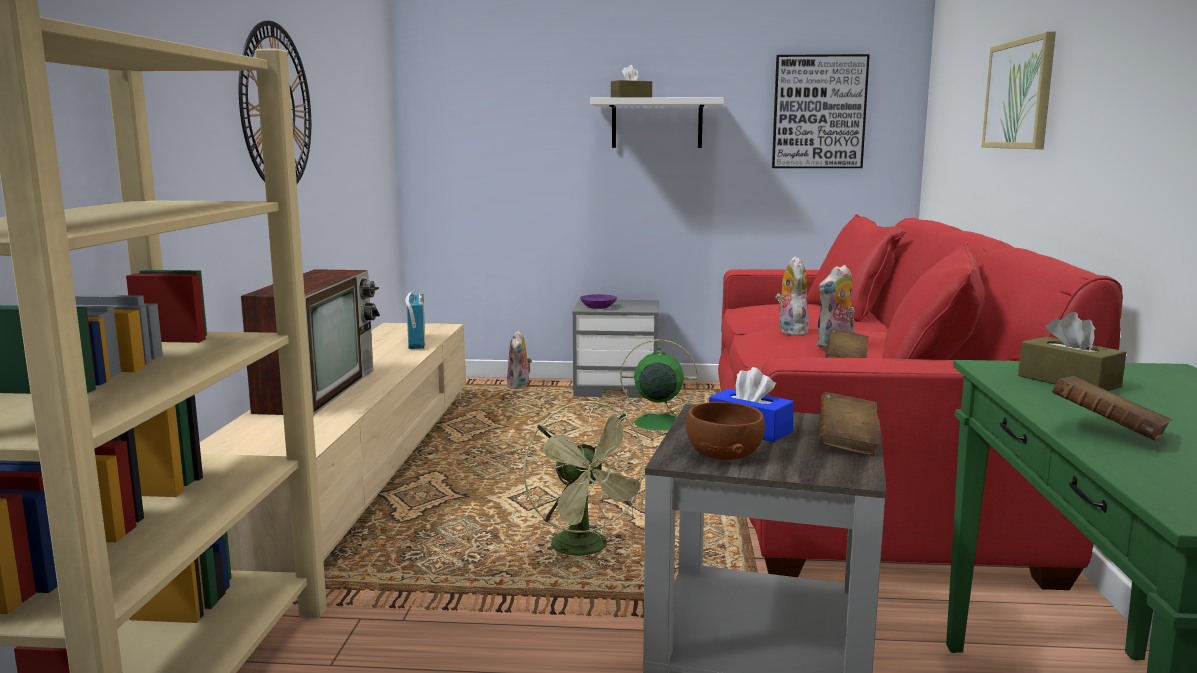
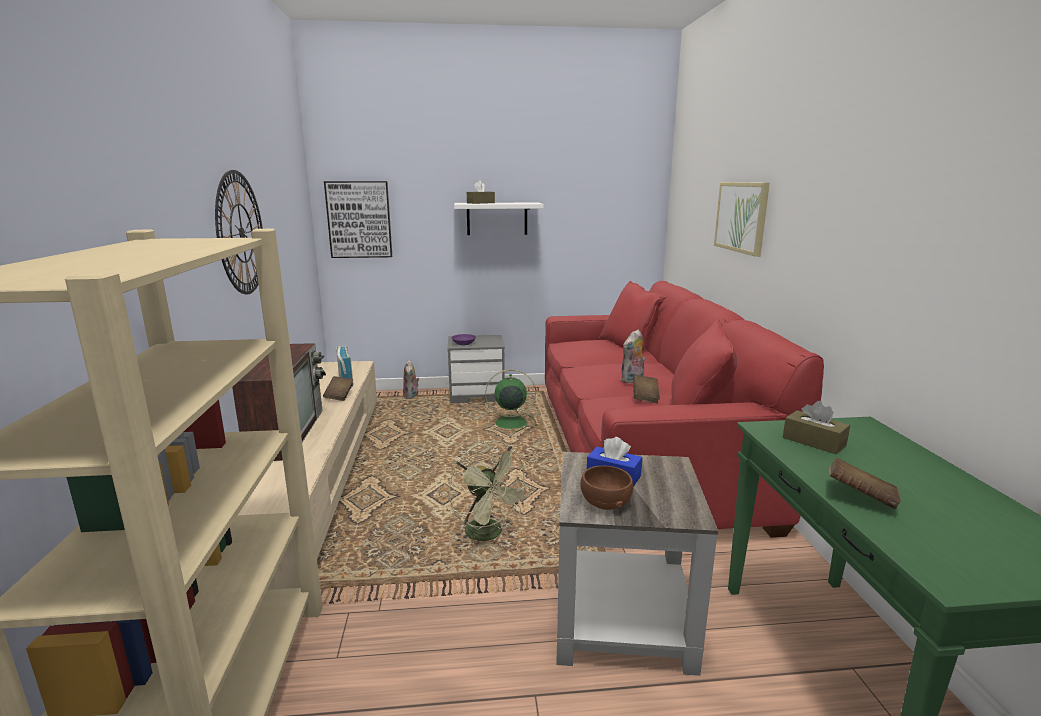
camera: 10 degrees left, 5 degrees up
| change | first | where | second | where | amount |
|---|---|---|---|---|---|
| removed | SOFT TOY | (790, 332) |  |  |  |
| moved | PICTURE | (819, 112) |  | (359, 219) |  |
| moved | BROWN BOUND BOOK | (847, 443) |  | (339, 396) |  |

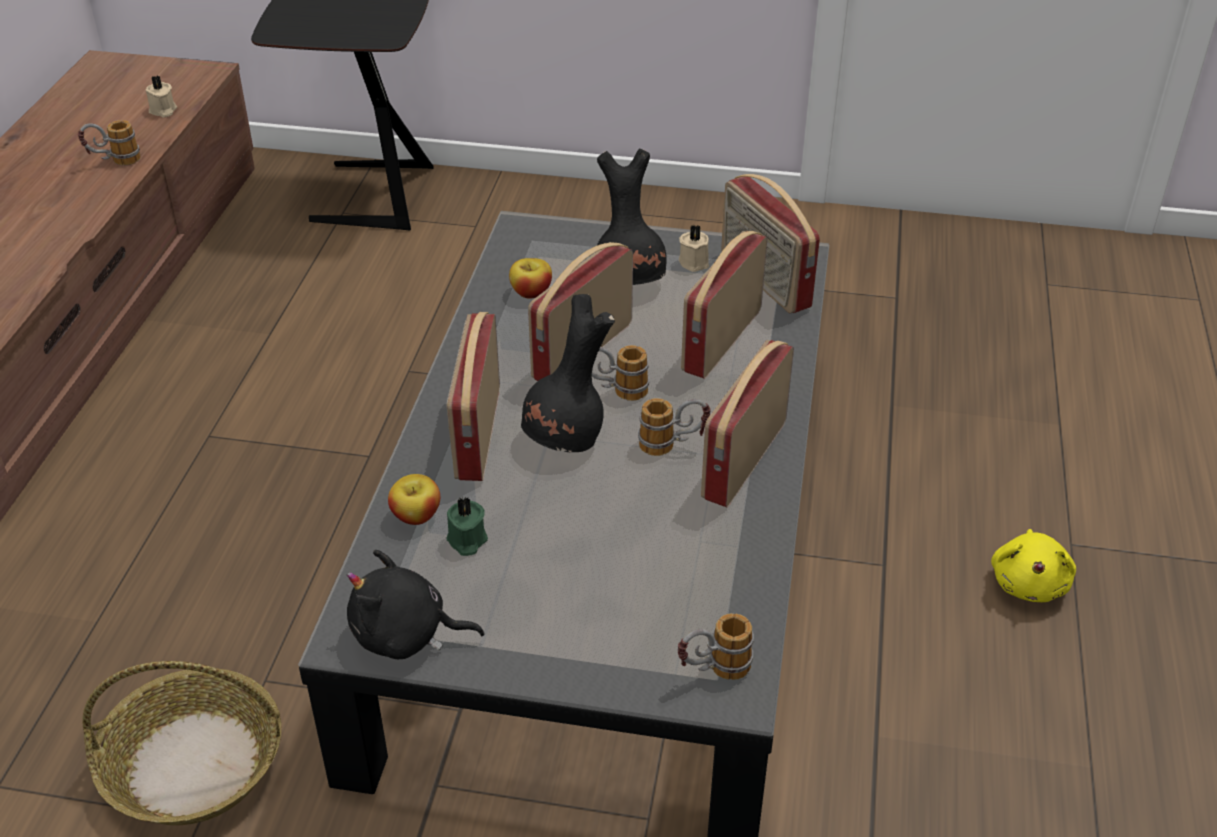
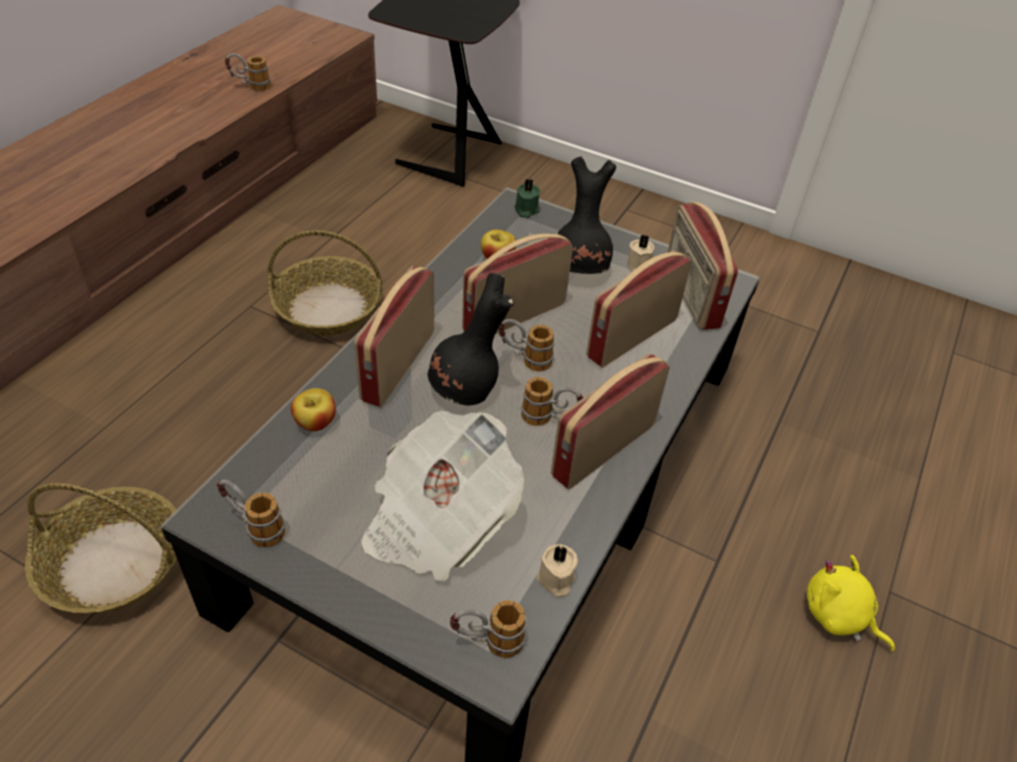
camera: 15 degrees right, 5 degrees up
| change | first | where | second | where | amount |
|---|---|---|---|---|---|
| added |  |  | STORAGE BASKET | (329, 307) |  |
| added |  |  | DAILY PAPER | (438, 519) |  |
| moved | BEIGE-COLOURED CANDLE | (163, 111) |  | (555, 580) |  |
| moved | GREENISH CANDLE | (466, 541) |  | (525, 210) |  |
| replaced | BLACKISH SOFT TOY | (406, 635) | COFFEE MUG | (254, 526) |  |
| turned | YELLOW SOFT TOY | (1029, 582) |  | (839, 616) | 105 degrees clockwise |

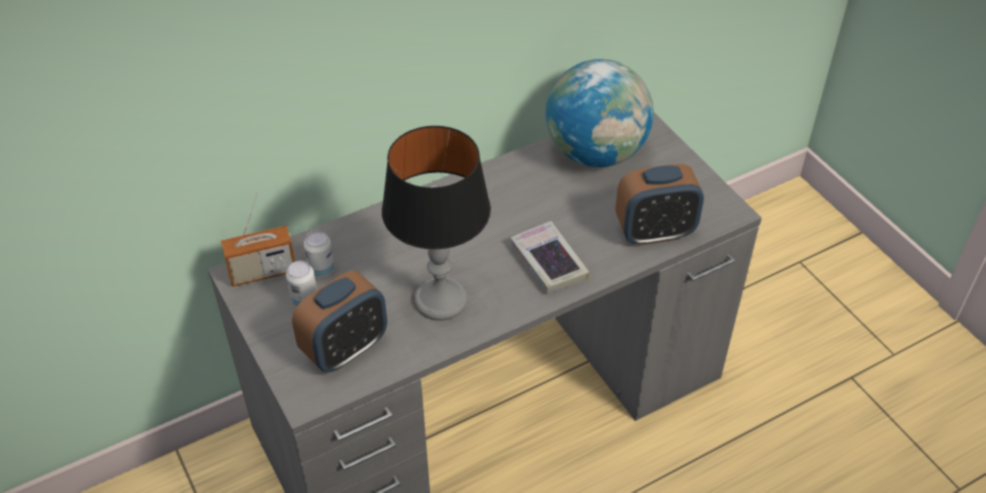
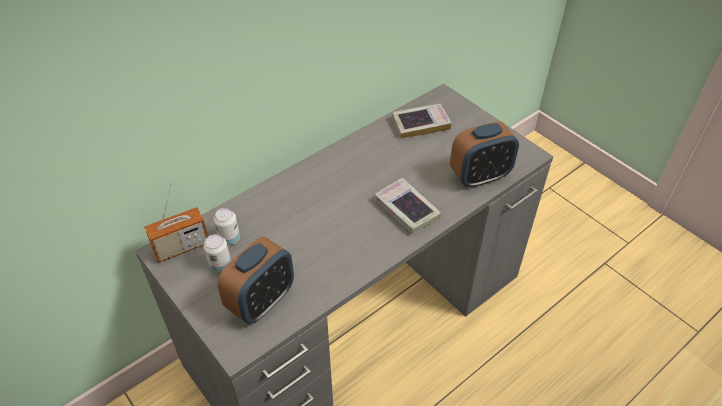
camera: 10 degrees left, 0 degrees up
| change | first | where | second | where | amount |
|---|---|---|---|---|---|
| removed | LAMP FOR A TABLE | (441, 300) |  |  |  |
| replaced | WORLD GLOBE | (596, 153) | BOUND BOOK | (420, 124) |  |

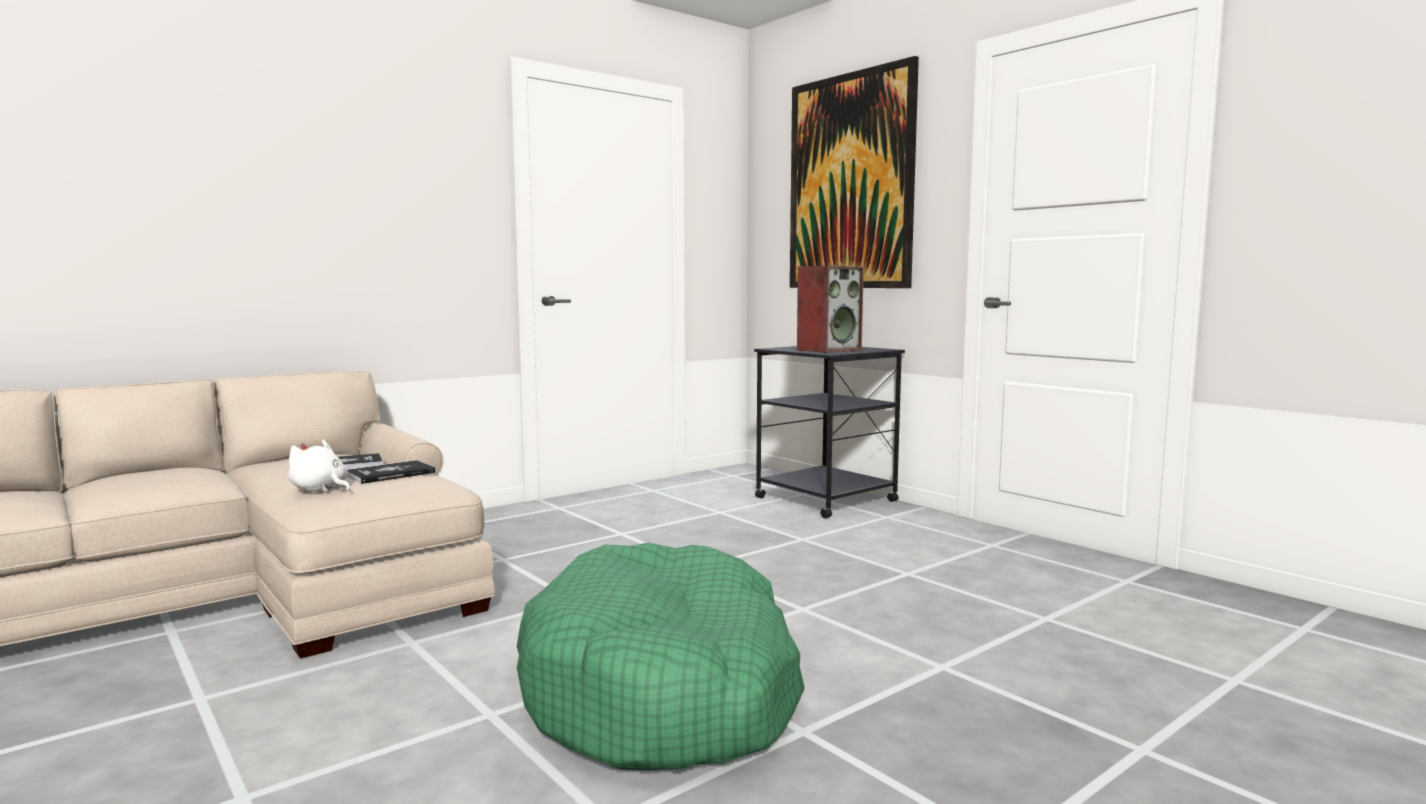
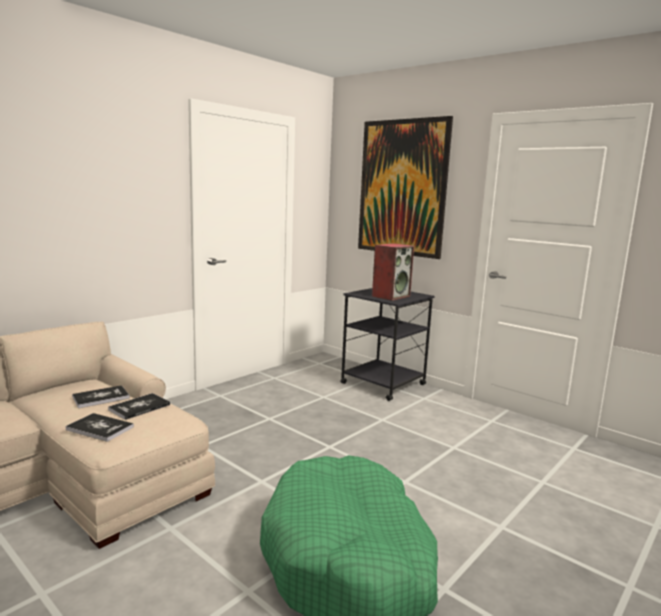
camera: 10 degrees left, 5 degrees up
| change | first | where | second | where | amount |
|---|---|---|---|---|---|
| replaced | WHITE SOFT TOY | (320, 490) | BOUND BOOK | (100, 428) |  |

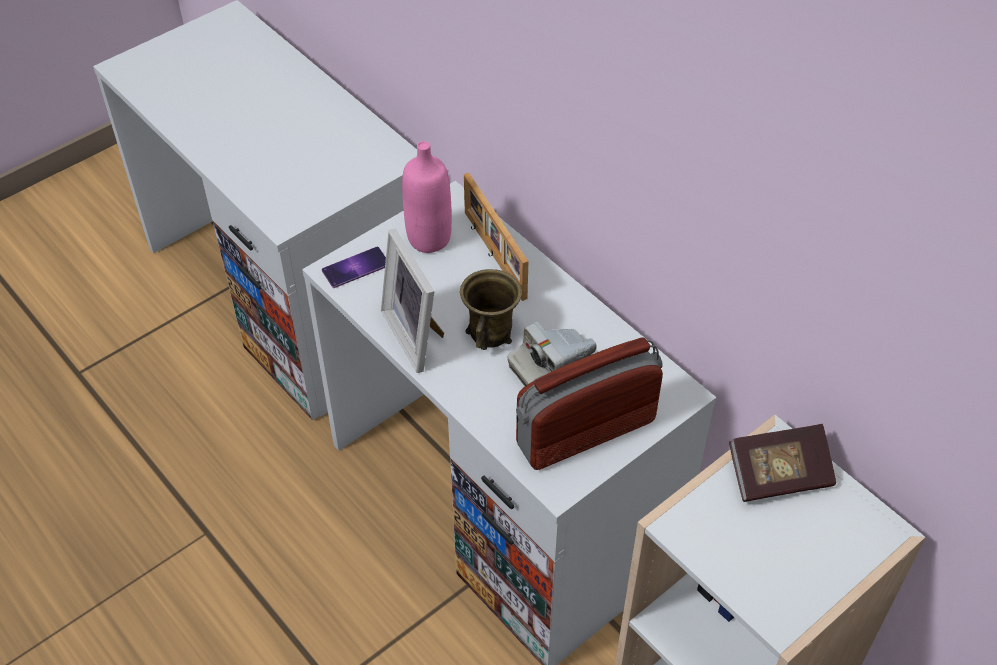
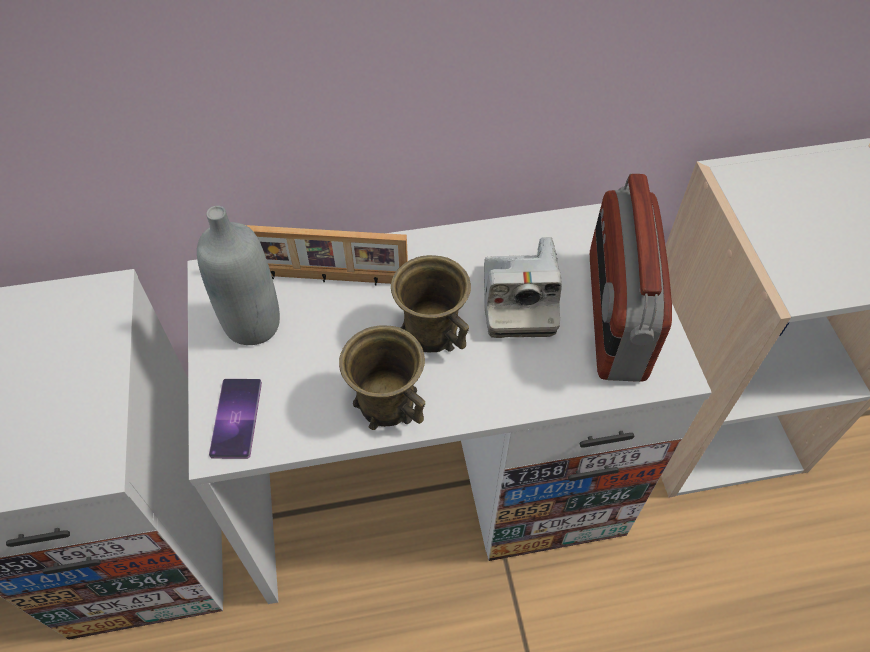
camera: 60 degrees left, 5 degrees up
| change | first | where | second | where | amount |
|---|---|---|---|---|---|
| removed | BOUND BOOK | (778, 475) |  |  |  |
| replaced | STANDING FRAME | (417, 335) | BROWN COFFEE MUG | (387, 402) |  |
| recoloured | PINK-COLOURED BEVERAGE BOTTLE | (429, 238) | GREY BEVERAGE BOTTLE | (253, 324) |  |

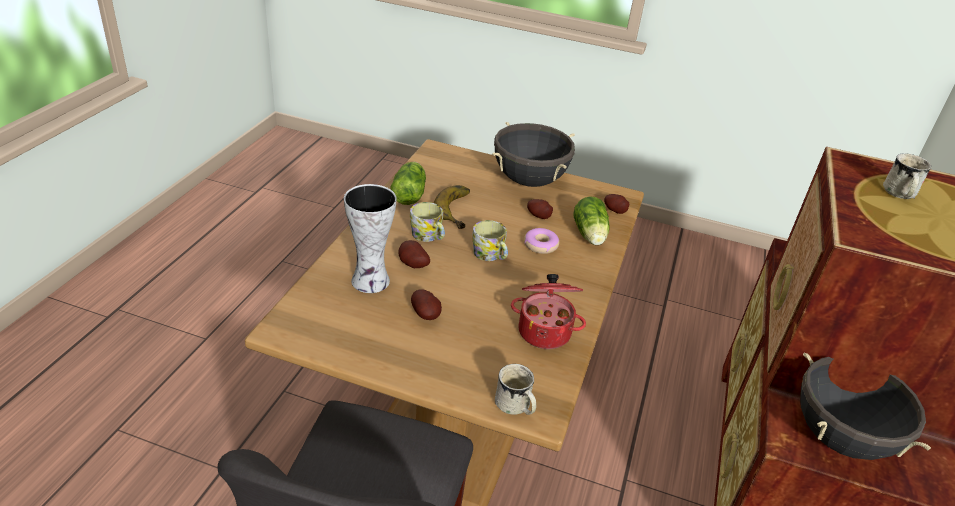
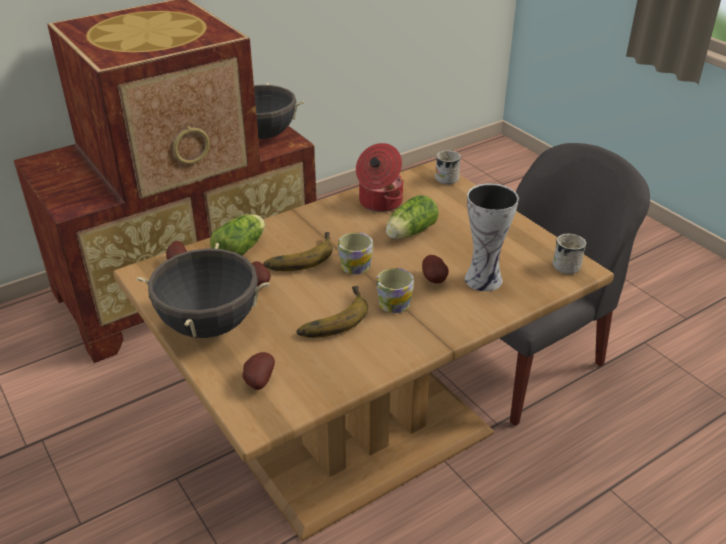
camera: 140 degrees left, 0 degrees up
| change | first | where | second | where | amount |
|---|---|---|---|---|---|
| moved | LETTUCE HEAD | (409, 193) |  | (409, 233) |  |
| moved | SPUD | (426, 315) |  | (258, 381) |  |
| moved | WHITE COFFEE MUG | (899, 194) |  | (570, 265) |  |
| replaced | DOUGHNUT | (541, 245) | BANANA FRUIT | (298, 256) |  |

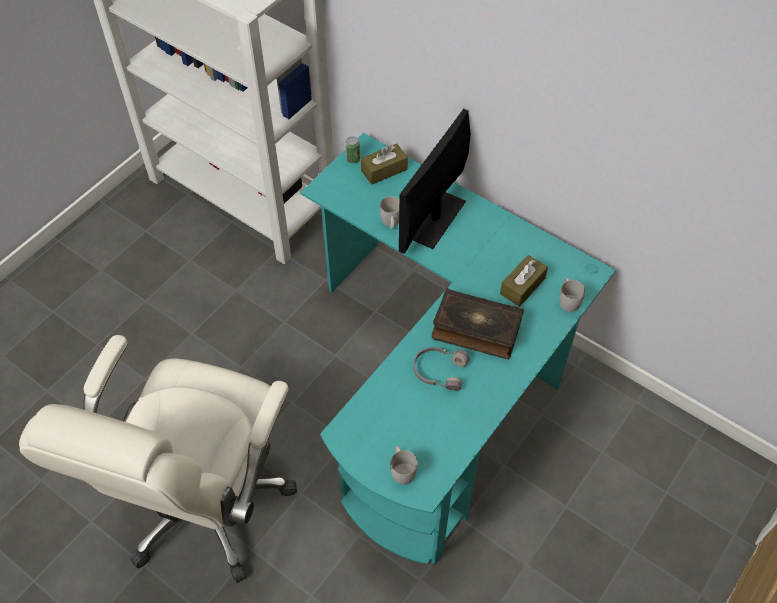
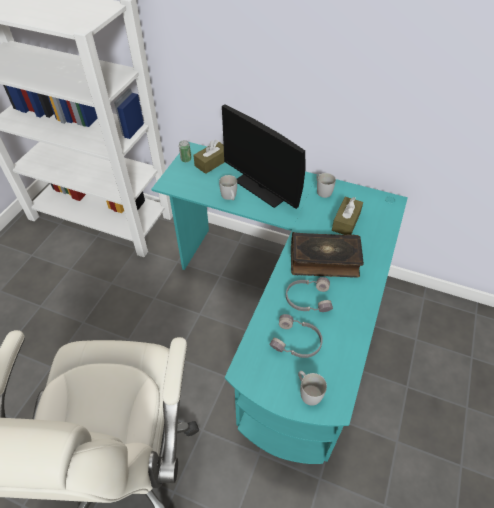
camera: 15 degrees left, 5 degrees down
| change | first | where | second | where | amount |
|---|---|---|---|---|---|
| added |  |  | GREY PAIR OF HEADPHONES | (296, 342) |  |
| moved | WHITE COFFEE MUG | (567, 300) |  | (322, 190) |  |
| turned | COMPUTER SCREEN | (435, 218) |  | (262, 188) | 60 degrees counterclockwise |

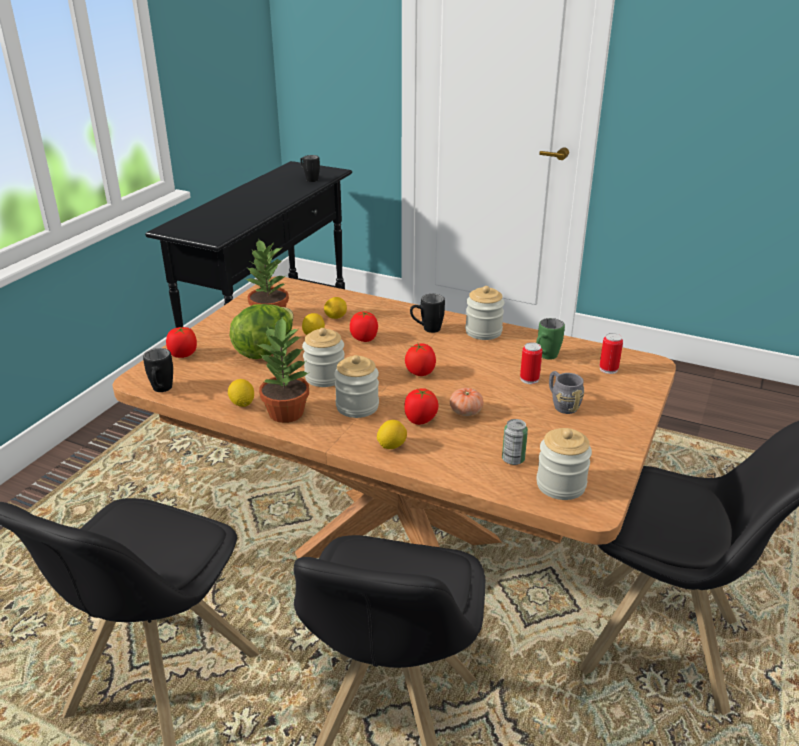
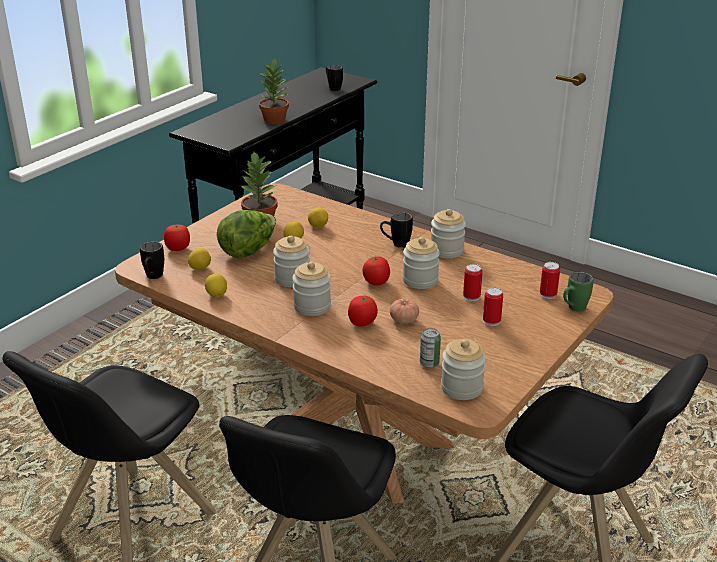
camera: 10 degrees right, 0 degrees up
| change | first | where | second | where | amount |
|---|---|---|---|---|---|
| removed | TOMATO | (364, 339) |  |  |  |
| added |  |  | STORAGE JAR | (420, 280) |  |
| moved | PLANT IN A POT | (287, 412) |  | (275, 120) |  |
| moved | CITRUS FRUIT | (391, 446) |  | (200, 268) |  |
| moved | GREENISH COFFEE MUG | (545, 357) |  | (573, 309) |  |
| replaced | GREY COFFEE MUG | (561, 404) | CAN | (491, 321) |  |

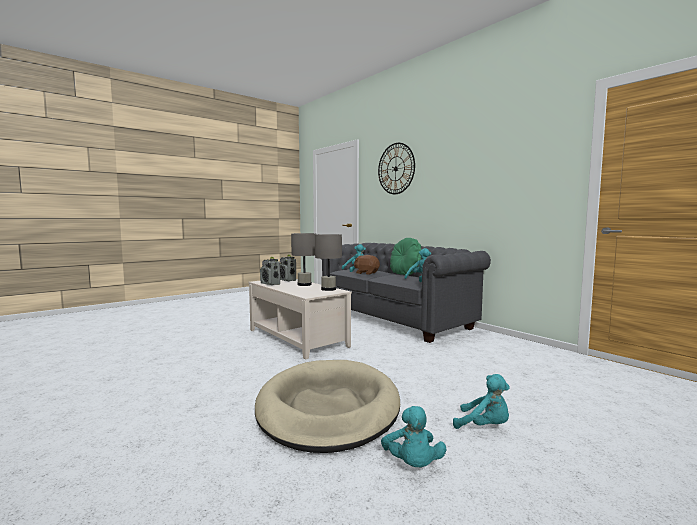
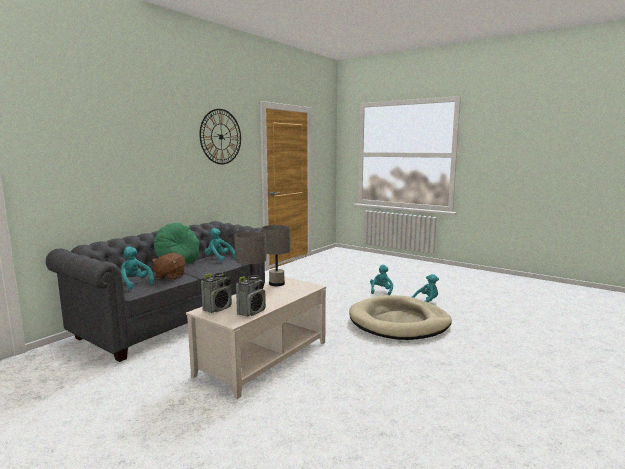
camera: 105 degrees left, 5 degrees up
| change | first | where | second | where | amount |
|---|---|---|---|---|---|
| moved | HANGING CLOCK | (396, 168) |  | (221, 136) |  |

